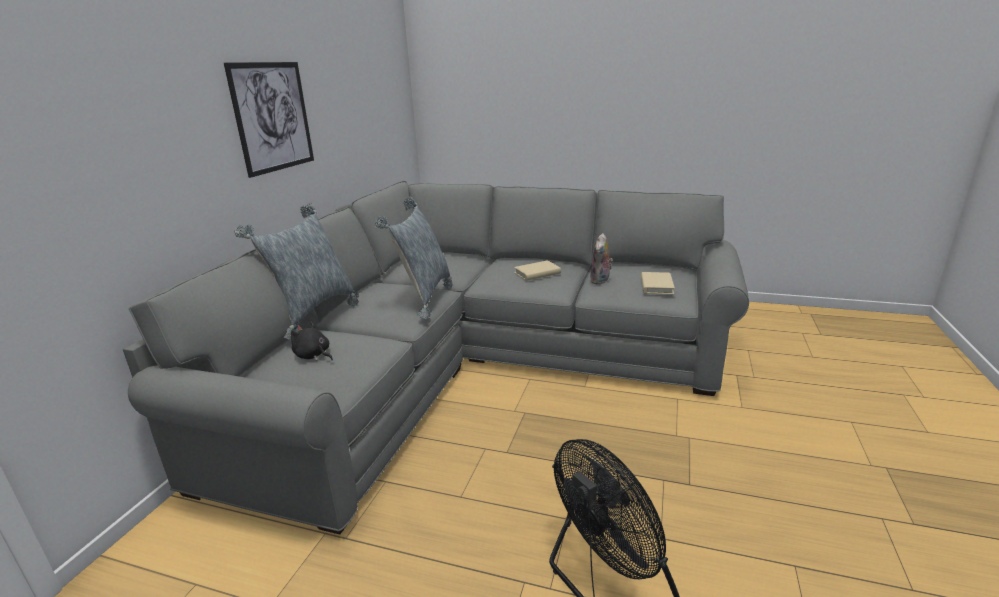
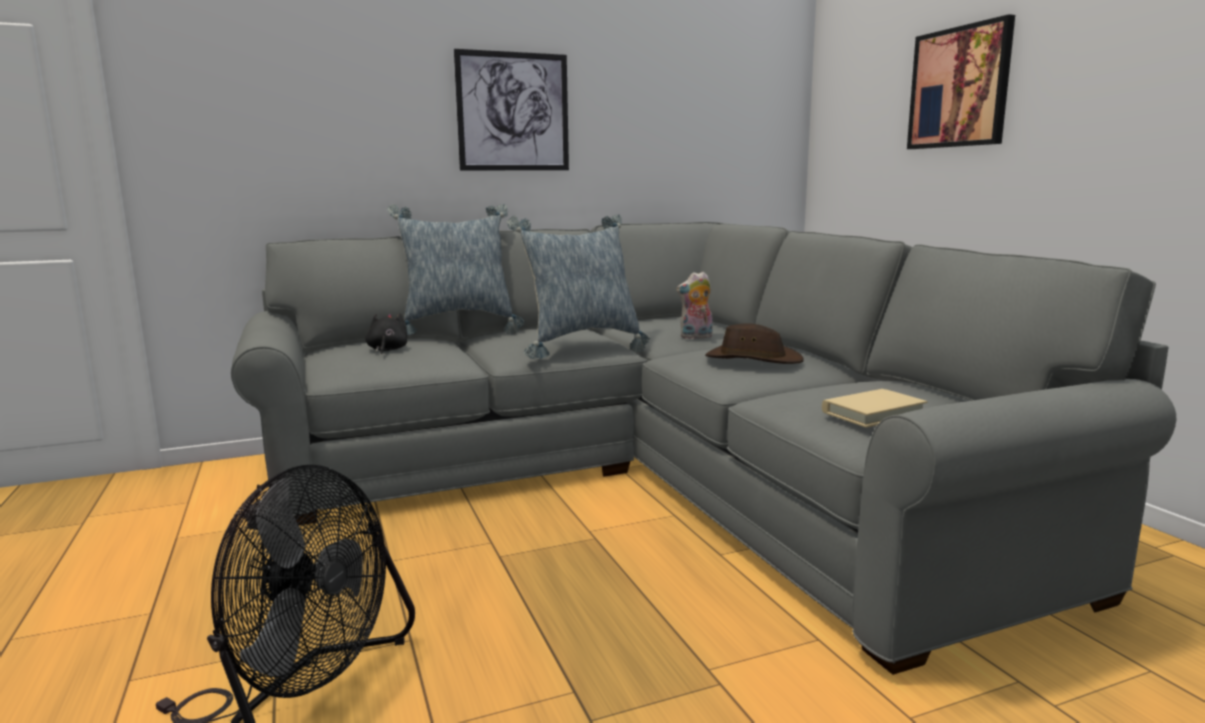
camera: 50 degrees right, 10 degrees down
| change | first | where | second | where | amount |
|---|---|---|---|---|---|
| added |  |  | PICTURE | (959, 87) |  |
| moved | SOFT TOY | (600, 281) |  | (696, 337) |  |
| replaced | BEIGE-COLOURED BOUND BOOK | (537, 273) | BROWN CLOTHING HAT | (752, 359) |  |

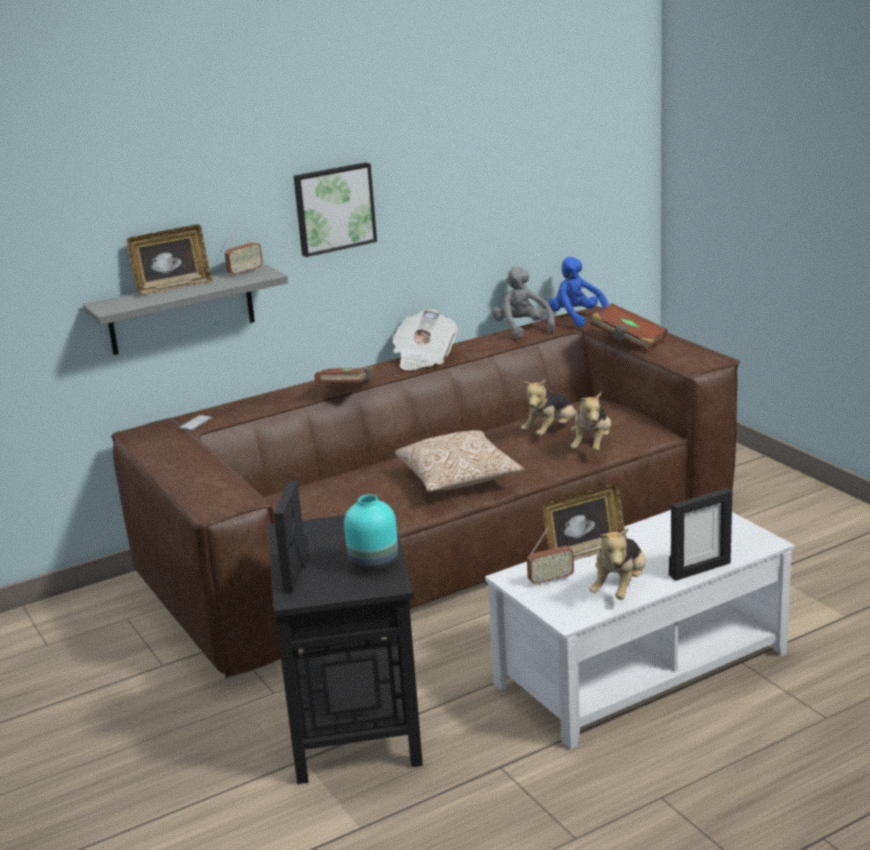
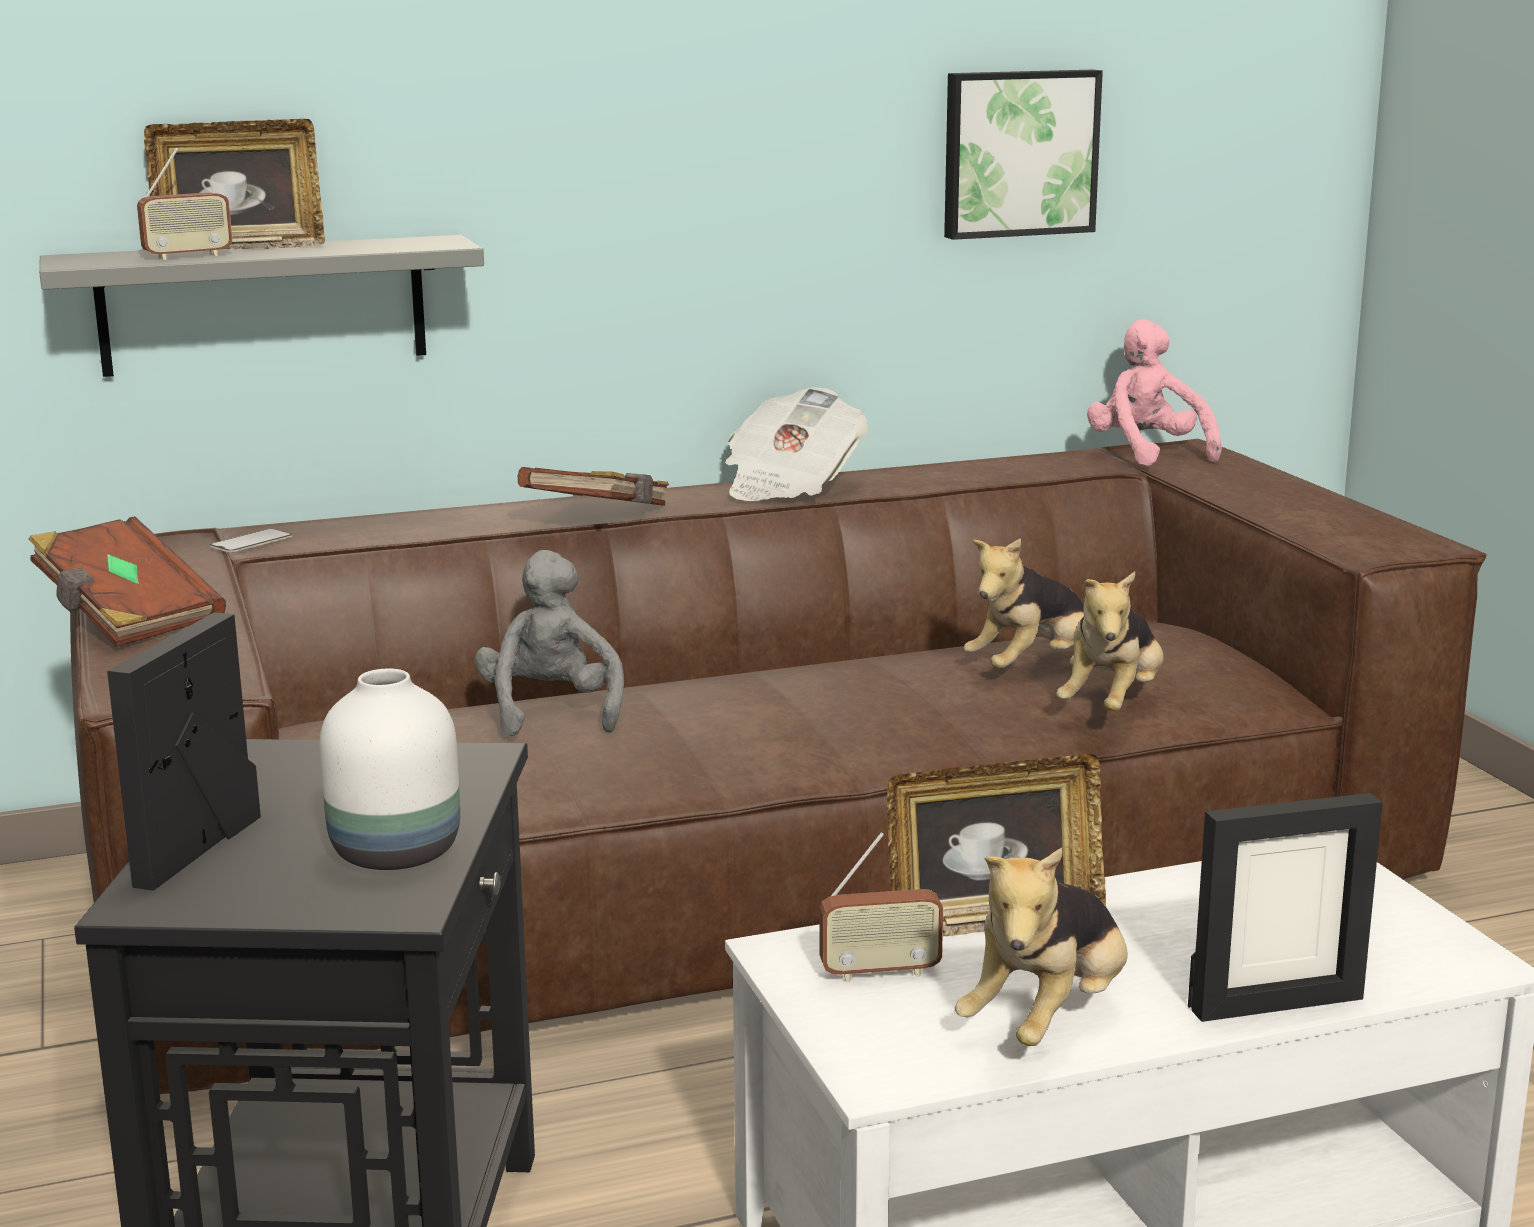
camera: 10 degrees right, 5 degrees down
| change | first | where | second | where | amount |
|---|---|---|---|---|---|
| removed | THROW PILLOW | (458, 479) |  |  |  |
| moved | RADIO RECEIVER | (245, 272) |  | (188, 256) |  |
| moved | PICTURE | (333, 208) |  | (1018, 153) |  |
| moved | GREY SOFT TOY | (522, 329) |  | (551, 711) |  |
| moved | BROWN BOUND BOOK | (628, 341) |  | (127, 617) |  |
| recoloured | TURQUOISE-COLOURED FLOWER VASE | (373, 564) | WHITE FLOWER VASE | (394, 854) |  |
| recoloured | BLUISH SOFT TOY | (577, 318) | PINK-COLOURED SOFT TOY | (1147, 454) |  |

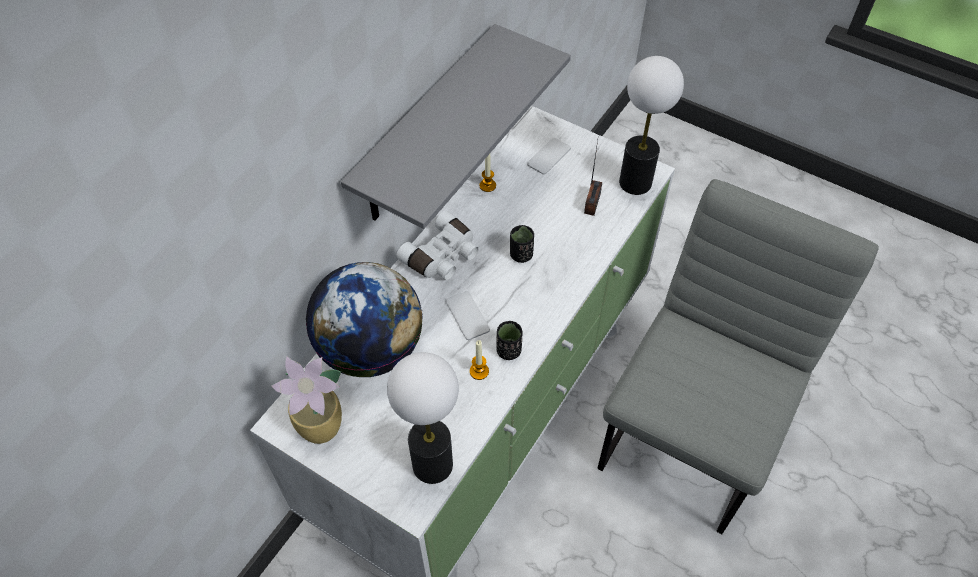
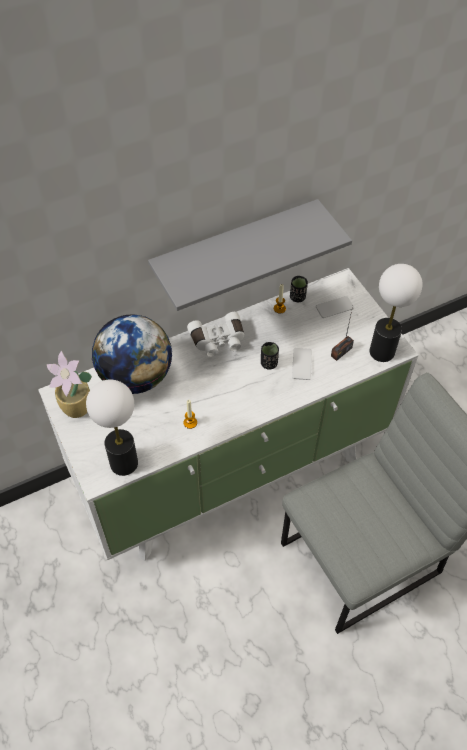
camera: 30 degrees right, 0 degrees up
| change | first | where | second | where | amount |
|---|---|---|---|---|---|
| moved | PHONE | (467, 316) |  | (301, 364) |  |
| moved | BLACKISH CUP | (508, 350) |  | (297, 297) |  |

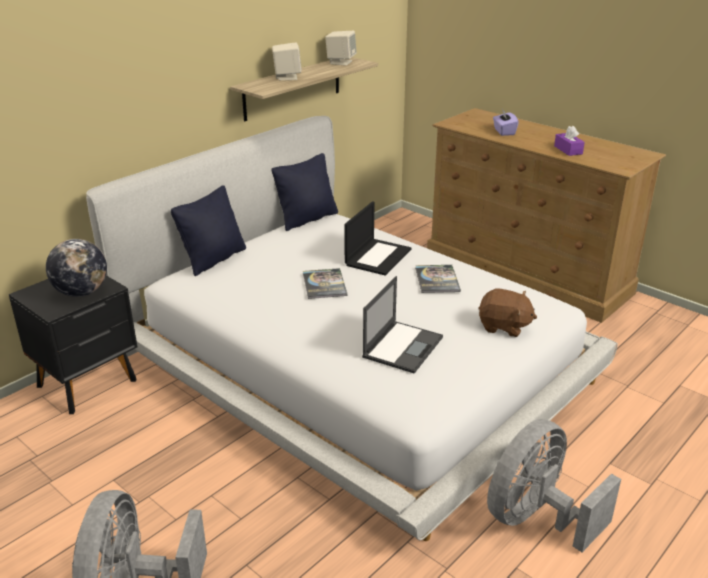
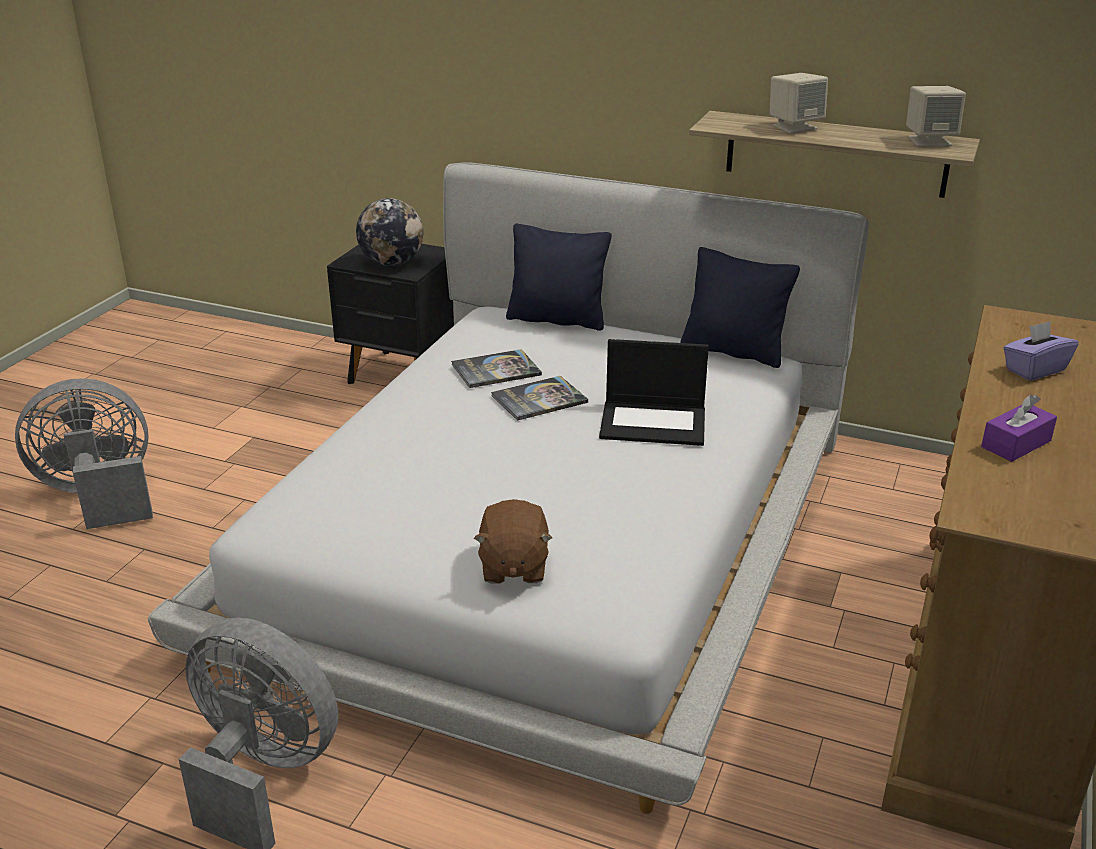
camera: 70 degrees right, 0 degrees up
| change | first | where | second | where | amount |
|---|---|---|---|---|---|
| removed | LAPTOP | (403, 346) |  |  |  |
| moved | BOUND BOOK | (437, 279) |  | (496, 370) |  |

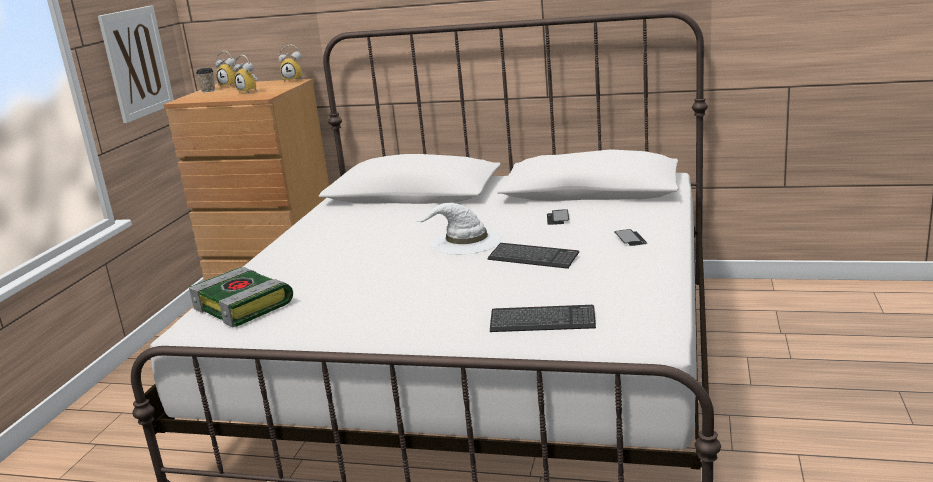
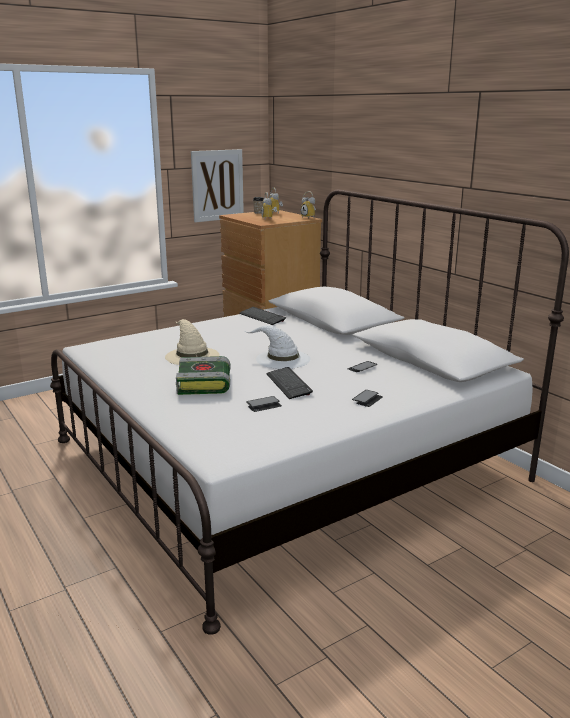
camera: 40 degrees right, 0 degrees up
| change | first | where | second | where | amount |
|---|---|---|---|---|---|
| added |  |  | BEIGE-COLOURED CLOTHING HAT | (191, 356) |  |
| added |  |  | PHONE | (263, 405) |  |
| moved | BOUND BOOK | (245, 306) |  | (205, 384) |  |
| moved | COMPUTER KEYBOARD | (542, 321) |  | (262, 317) |  |

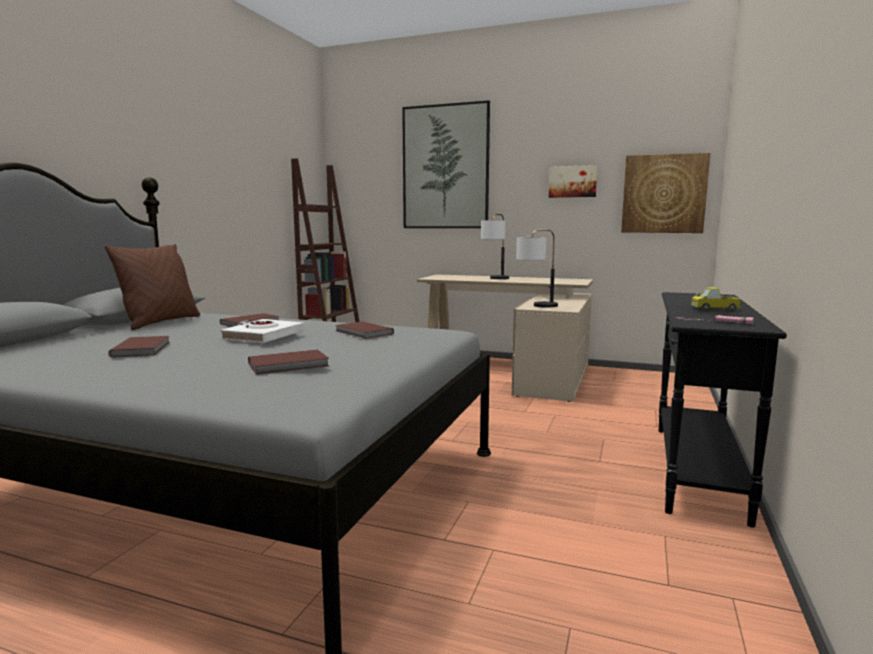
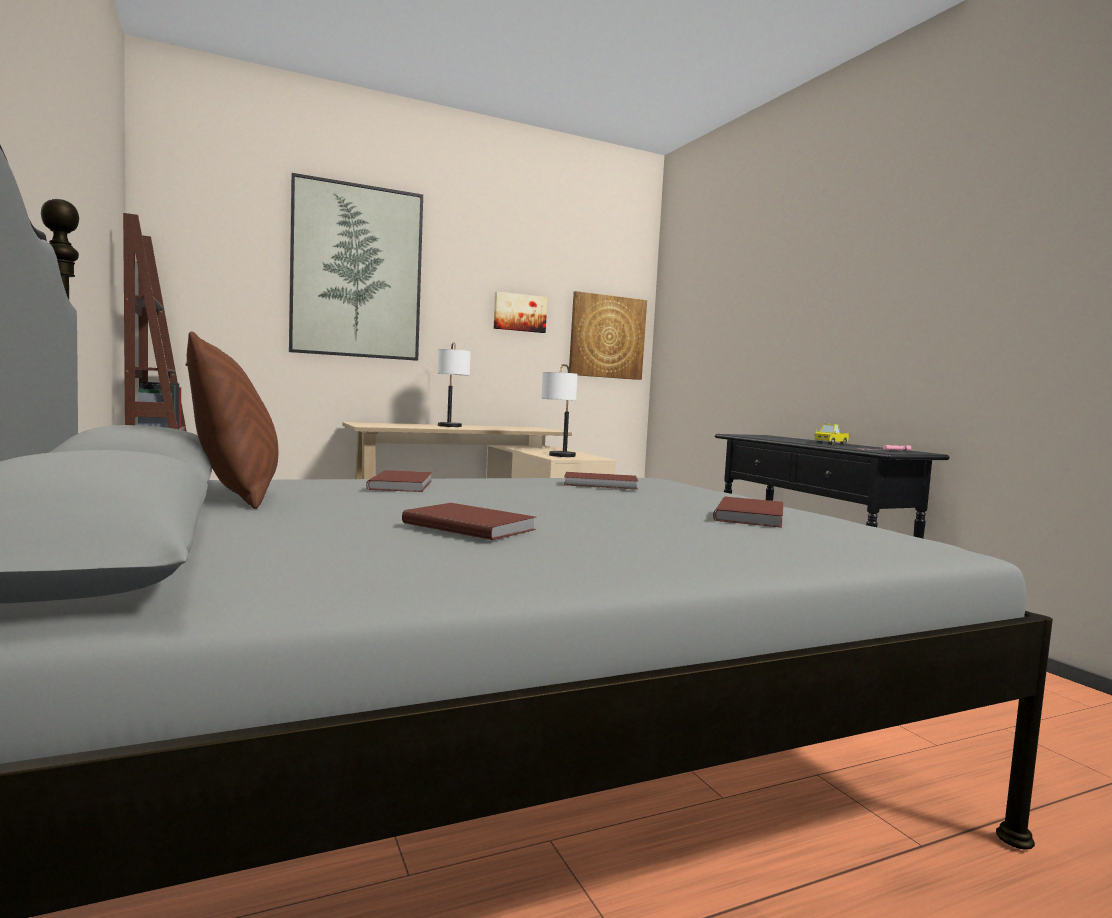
camera: 45 degrees left, 5 degrees down
| change | first | where | second | where | amount |
|---|---|---|---|---|---|
| removed | WHITE BOUND BOOK | (263, 336) |  |  |  |

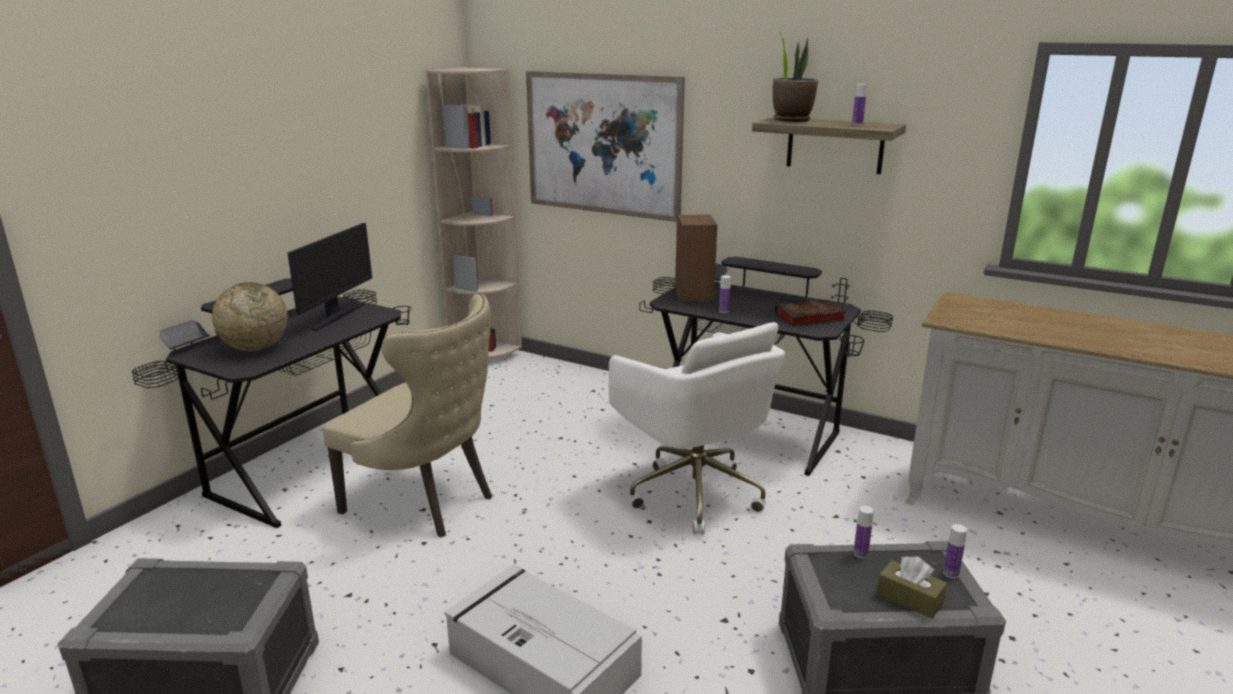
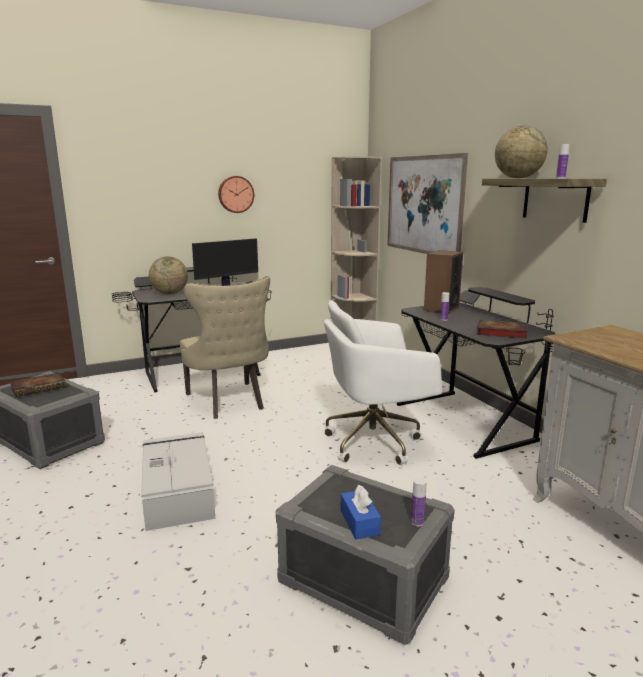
camera: 35 degrees right, 5 degrees down
| change | first | where | second | where | amount |
|---|---|---|---|---|---|
| removed | BEVERAGE BOTTLE | (860, 553) |  |  |  |
| added |  |  | BOUND BOOK | (40, 387) |  |
| added |  |  | HANGING CLOCK | (235, 194) |  |
| replaced | PLANT IN A POT | (791, 120) | WORLD GLOBE | (517, 178) |  |
| recoloured | BROWN TISSUE HOLDER | (909, 598) | BLUISH TISSUE HOLDER | (359, 522) |  |
| turned | WHITE COMPUTER CHAIR | (691, 494) |  | (376, 442) | 75 degrees clockwise |

